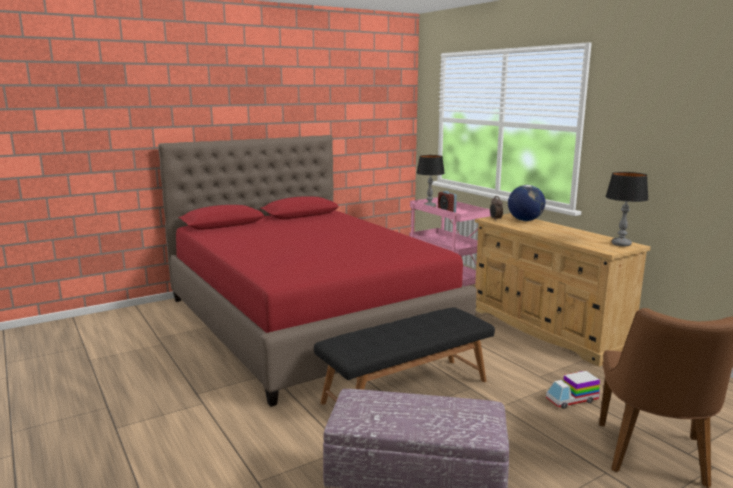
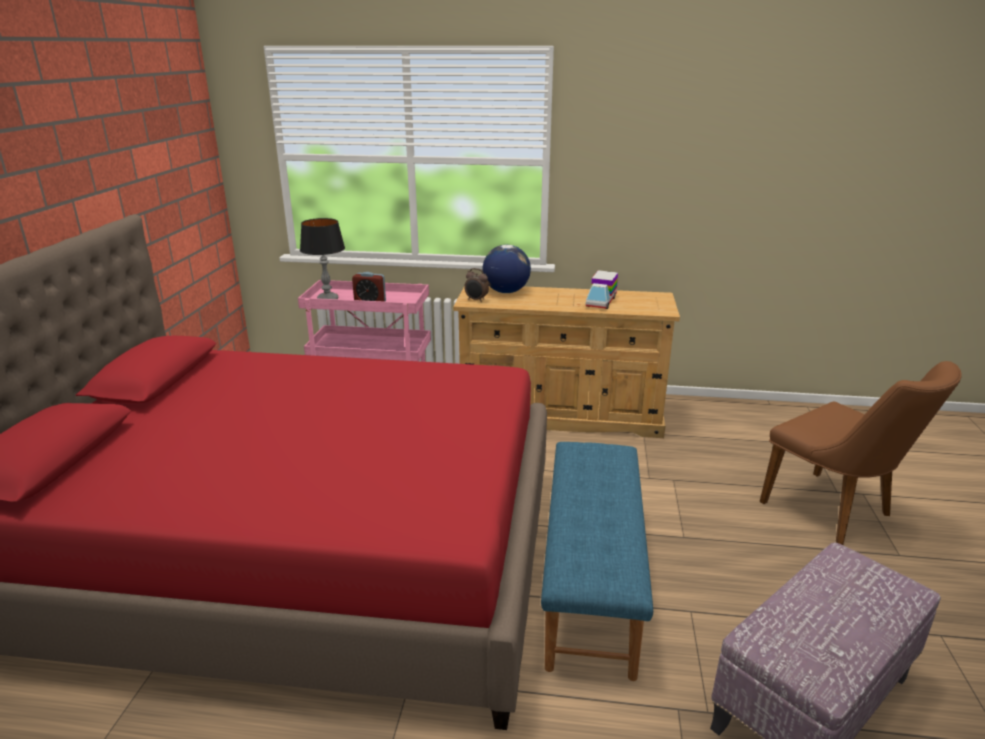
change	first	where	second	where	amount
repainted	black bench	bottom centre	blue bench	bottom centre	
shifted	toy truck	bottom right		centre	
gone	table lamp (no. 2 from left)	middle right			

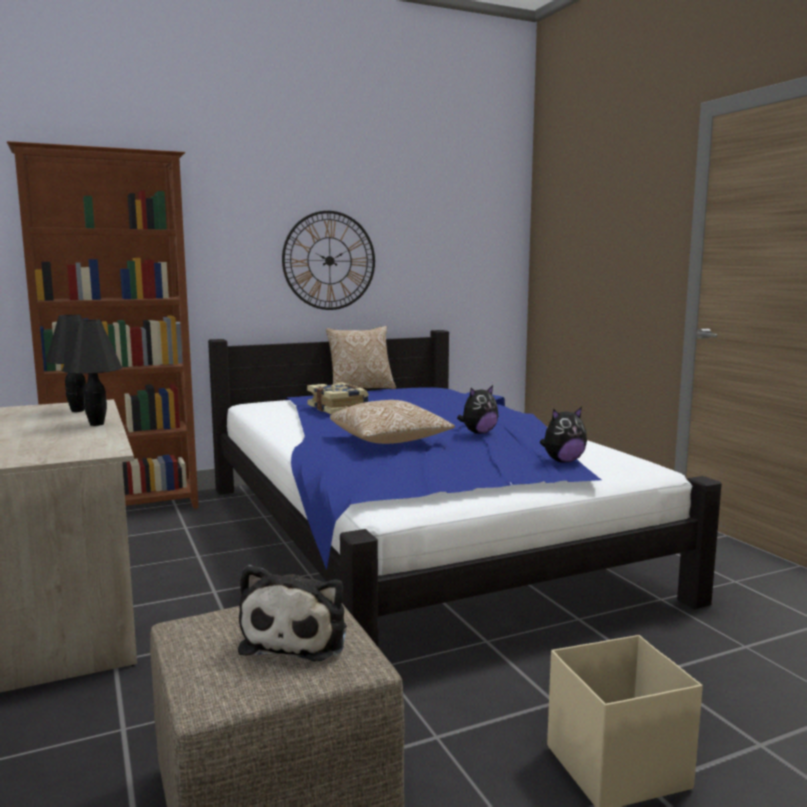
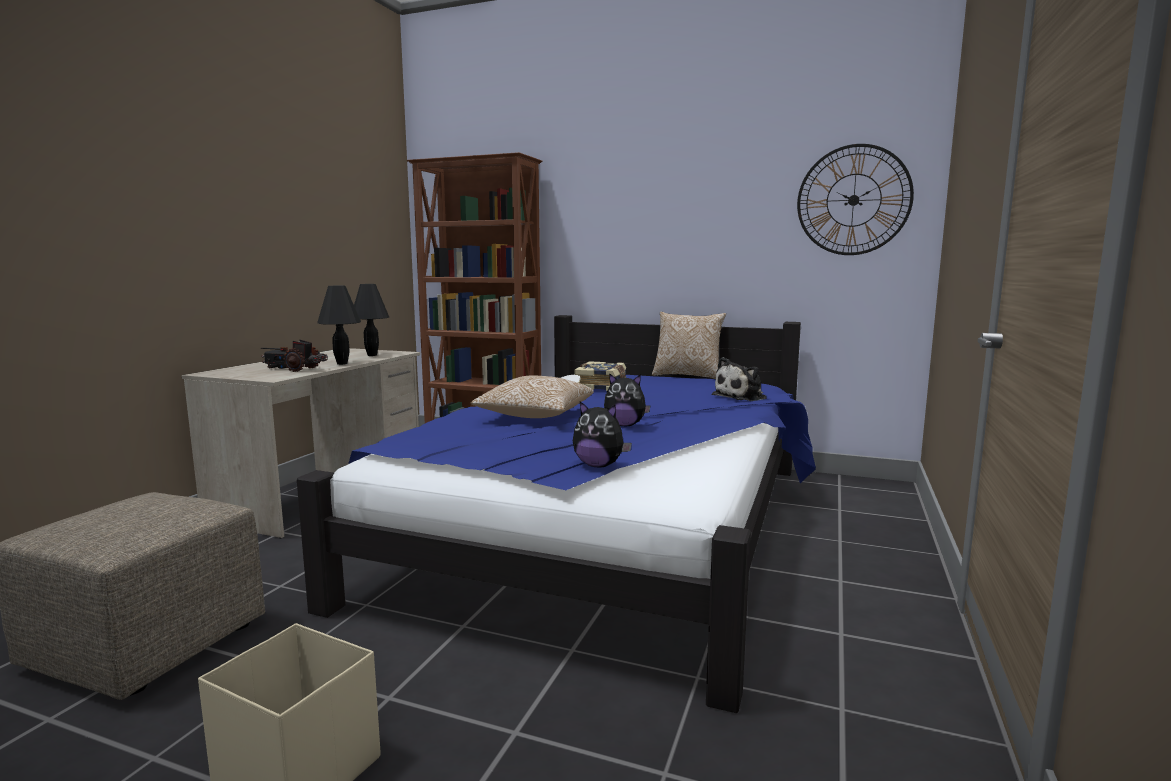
change	first	where	second	where	amount
new			toy truck	middle left	
shifted	plush toy (no. 1 from left in the first image)	bottom centre	plush toy (no. 3 from left)	centre	
shifted	wall clock	top centre		top right	

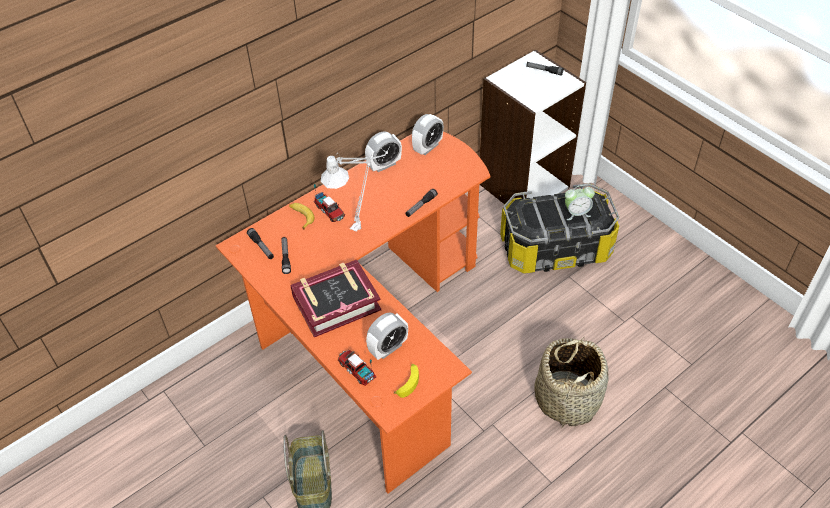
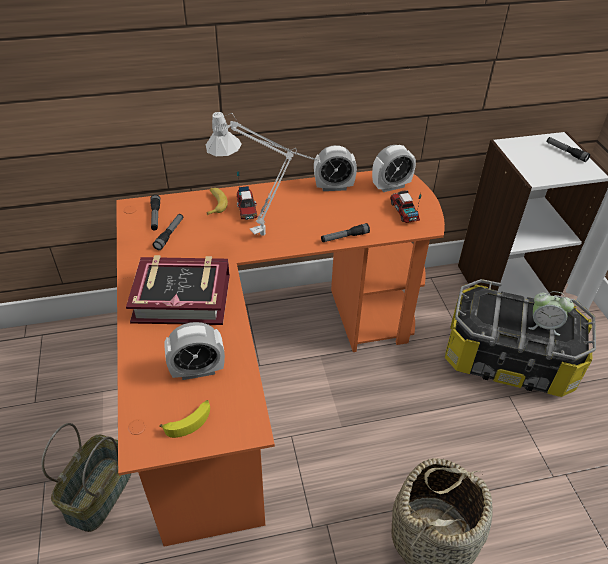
change	first	where	second	where	amount
shifted	toy truck (no. 2 from left)	bottom centre		middle right	

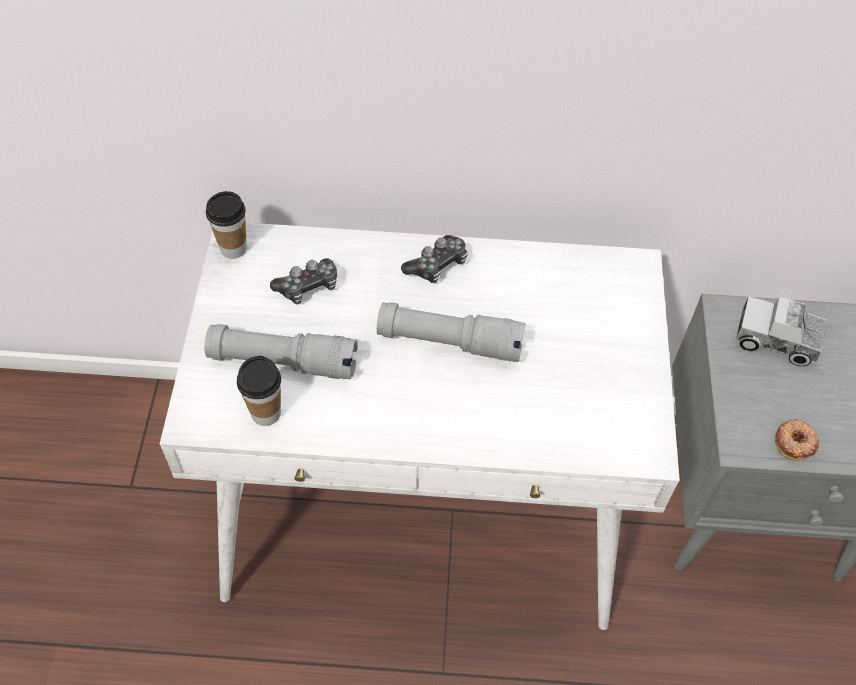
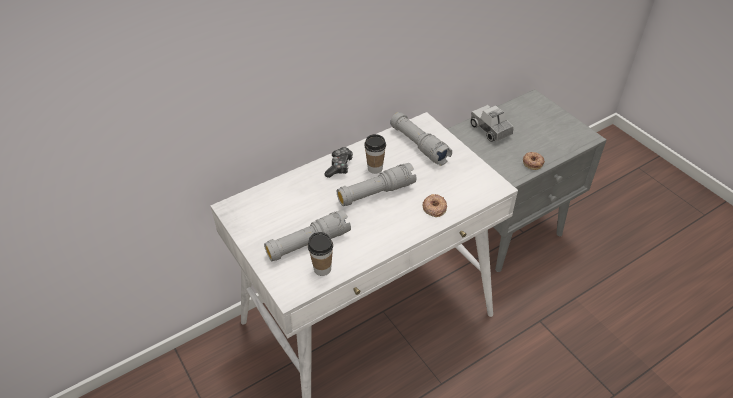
change	first	where	second	where	amount
shifted	cup (no. 1 from left in the first image)	top left	cup (no. 2 from left)	centre	
new			grey flashlight (no. 3 from left)	centre	
new			donut (no. 1 from left)	centre	
rotated	toy truck	middle right		top right	75 degrees clockwise
gone	game controller (no. 1 from left)	centre			

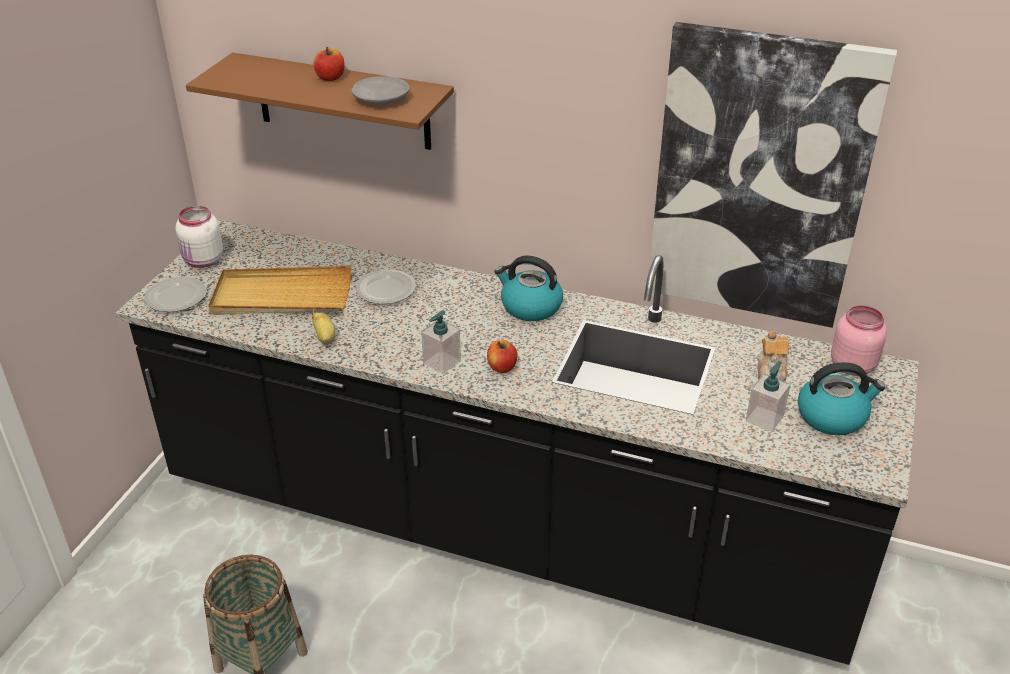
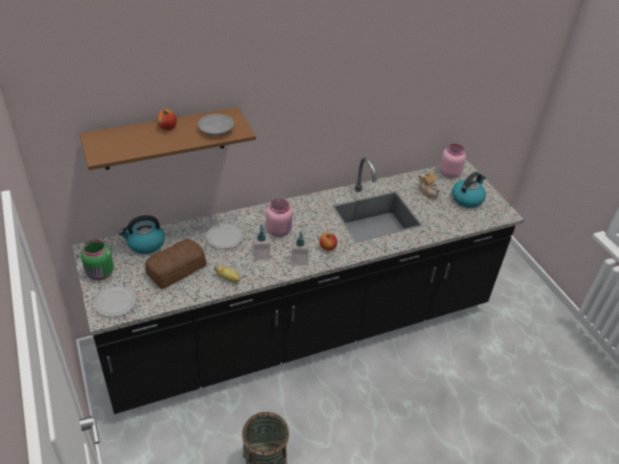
change	first	where	second	where	amount
repainted	white jar	middle left	green jar	middle left	
shifted	kettle (no. 1 from left)	centre		middle left	
swapped	beige tray	middle left	bread	middle left	
shifted	soap dispenser (no. 2 from left in the first image)	middle right	soap dispenser (no. 1 from left)	centre	
new			pink jar (no. 1 from left)	centre	
gone	picture	top right			

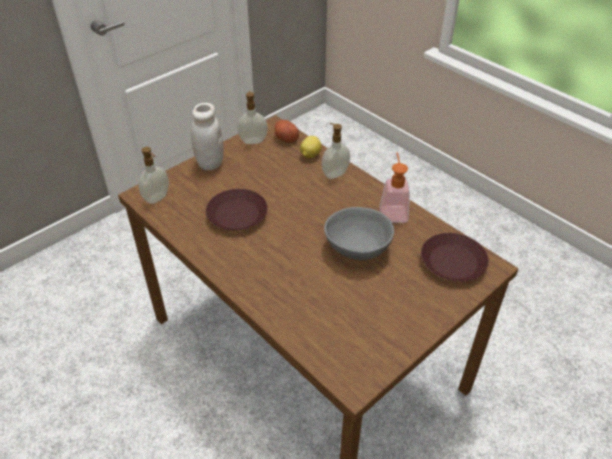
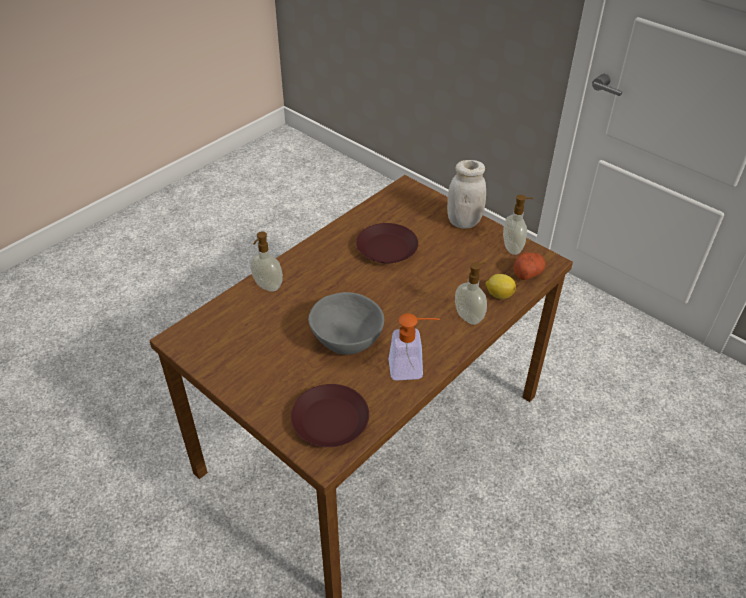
change	first	where	second	where	amount
shifted	soap dispenser (no. 1 from left)	middle left		centre	

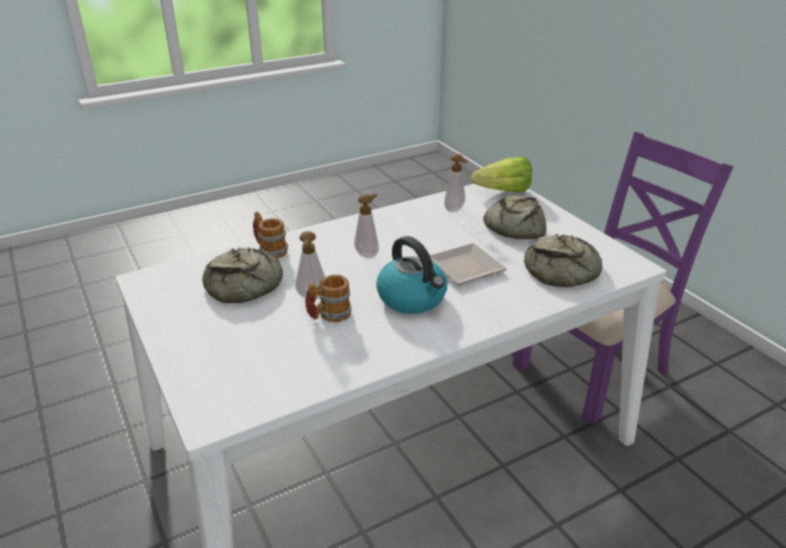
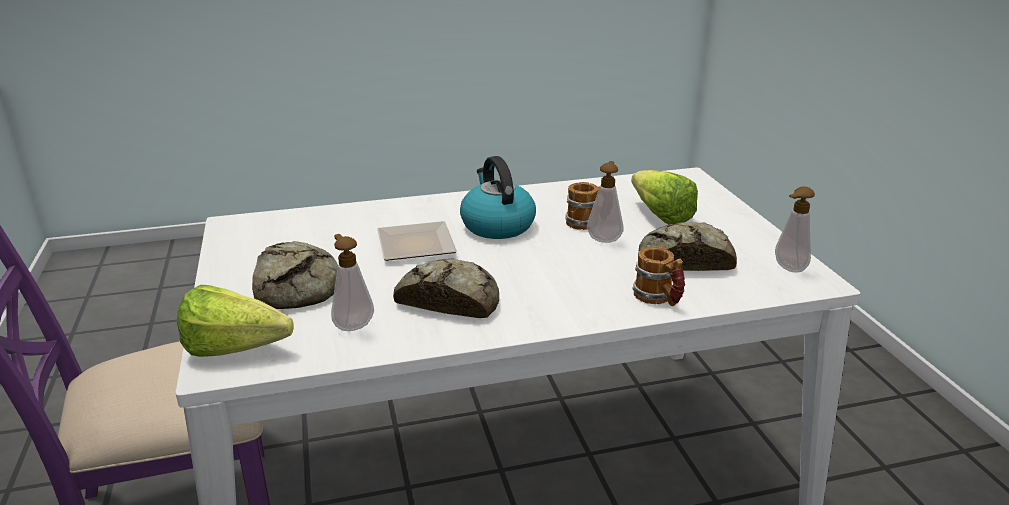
change	first	where	second	where	amount
shifted	bread (no. 3 from left in the first image)	middle right	bread (no. 2 from left)	centre	
new			lettuce (no. 2 from left)	centre	
shifted	soap dispenser (no. 2 from left in the first image)	centre	soap dispenser (no. 3 from left)	middle right	

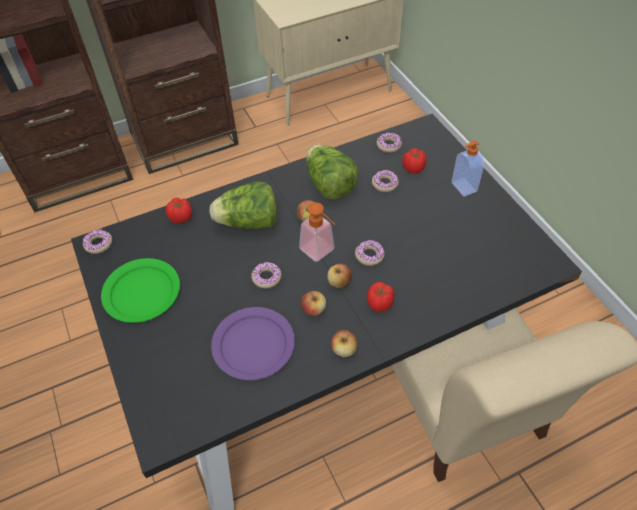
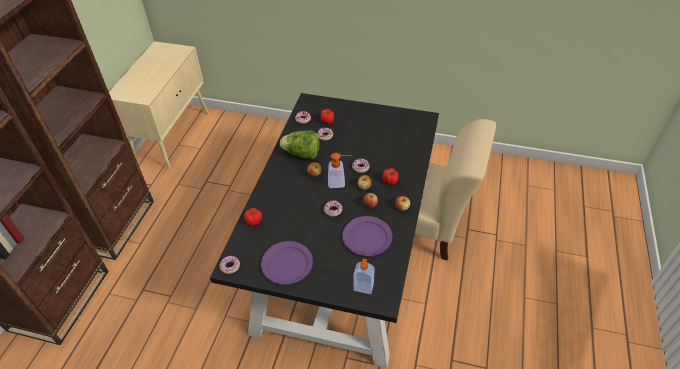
change	first	where	second	where	amount
repainted	green plate	middle left	purple plate (no. 1 from left)	bottom centre	
shifted	soap dispenser (no. 2 from left)	top right		bottom centre	
gone	lettuce (no. 1 from left)	centre			

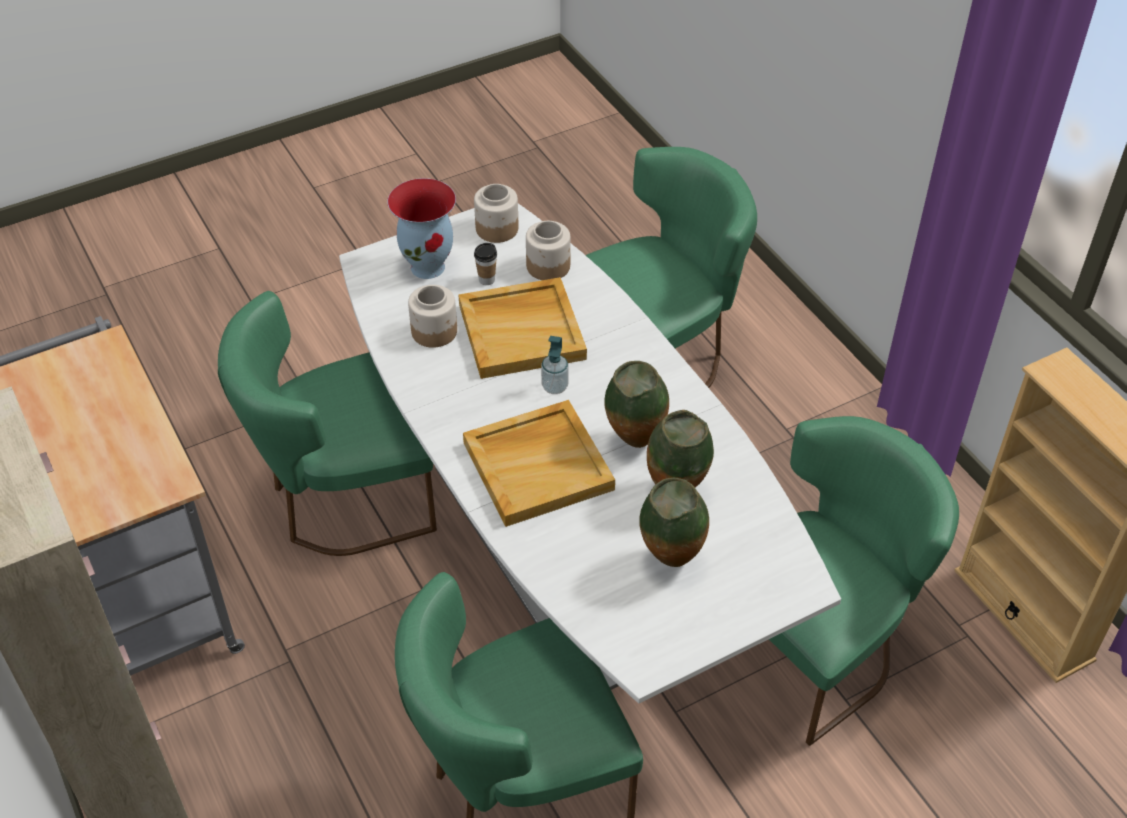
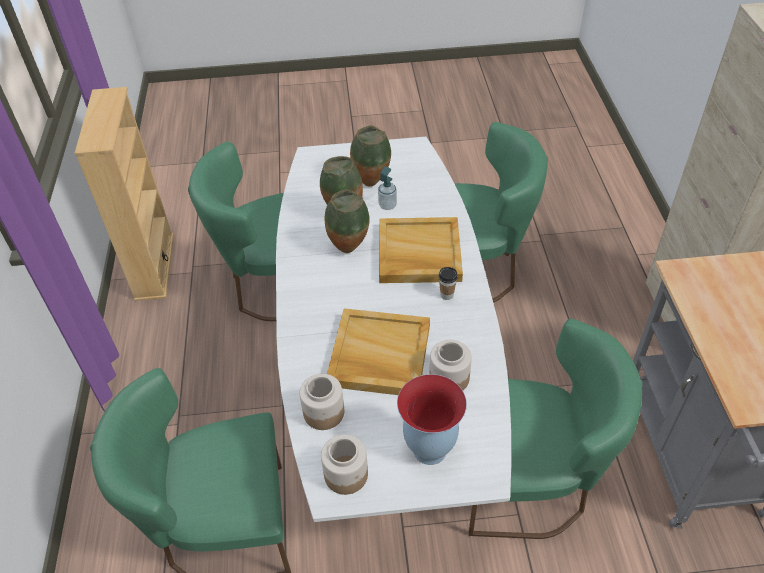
change	first	where	second	where	amount
shifted	soap dispenser	centre		top centre	
shifted	cup	top centre		centre	

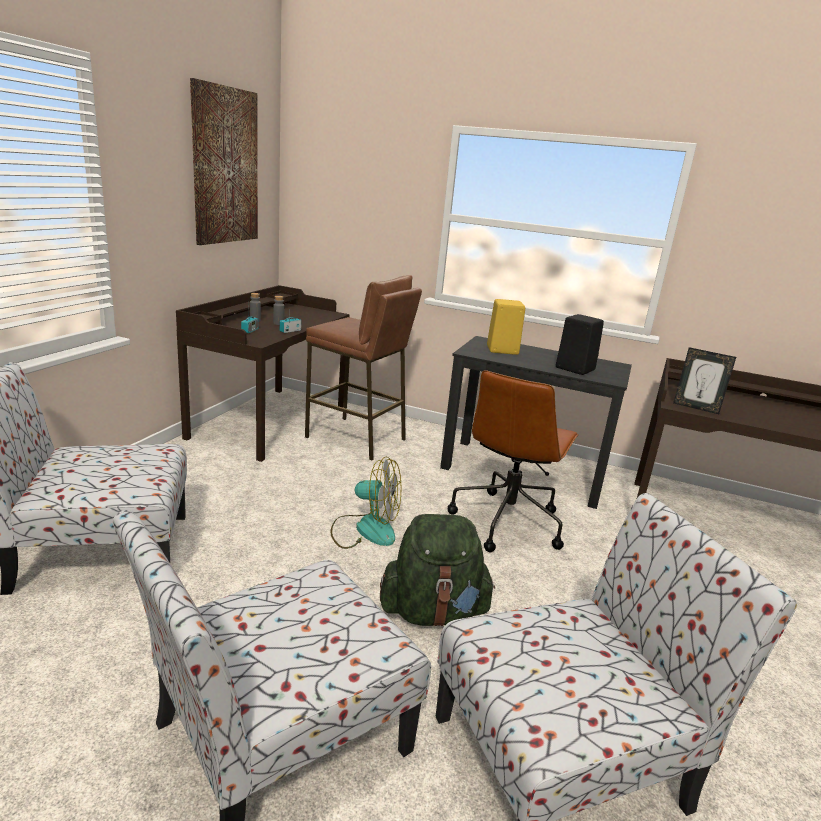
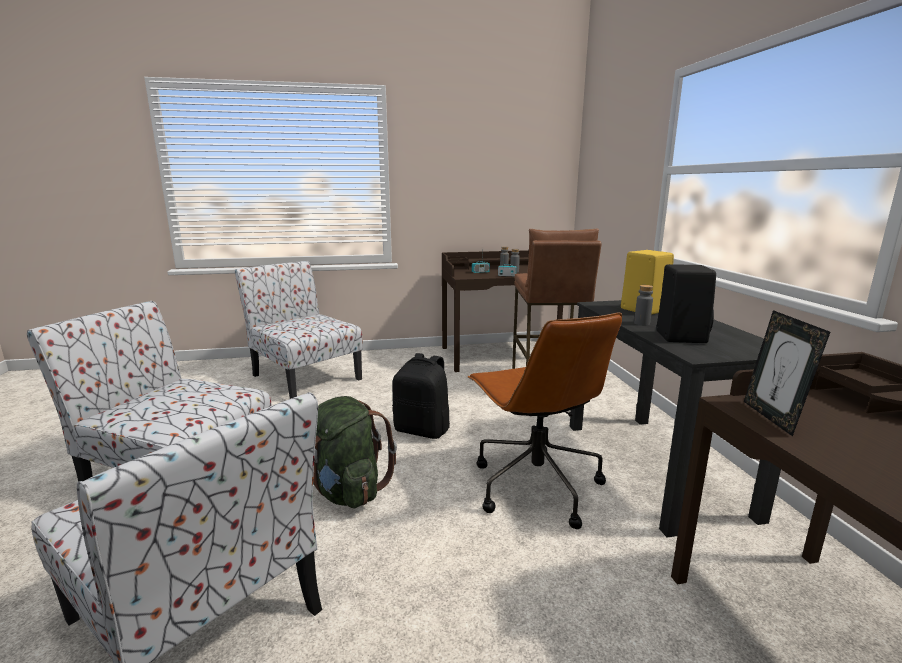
change	first	where	second	where	amount
swapped	fan	centre	black backpack	centre	
rotated	brown office chair	centre		centre	105 degrees counterclockwise
new			grey bottle (no. 3 from left)	middle right	
gone	picture	top left			

